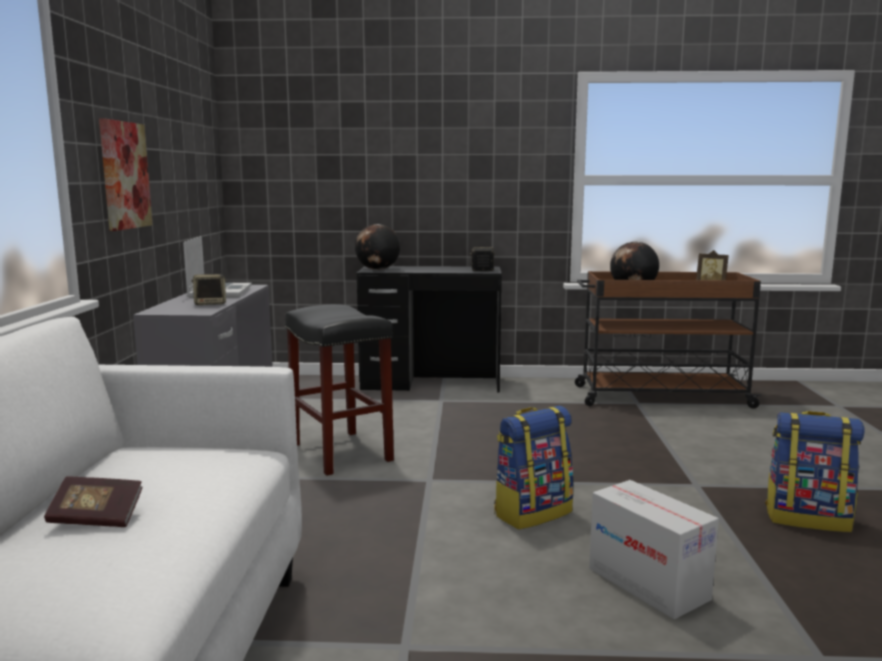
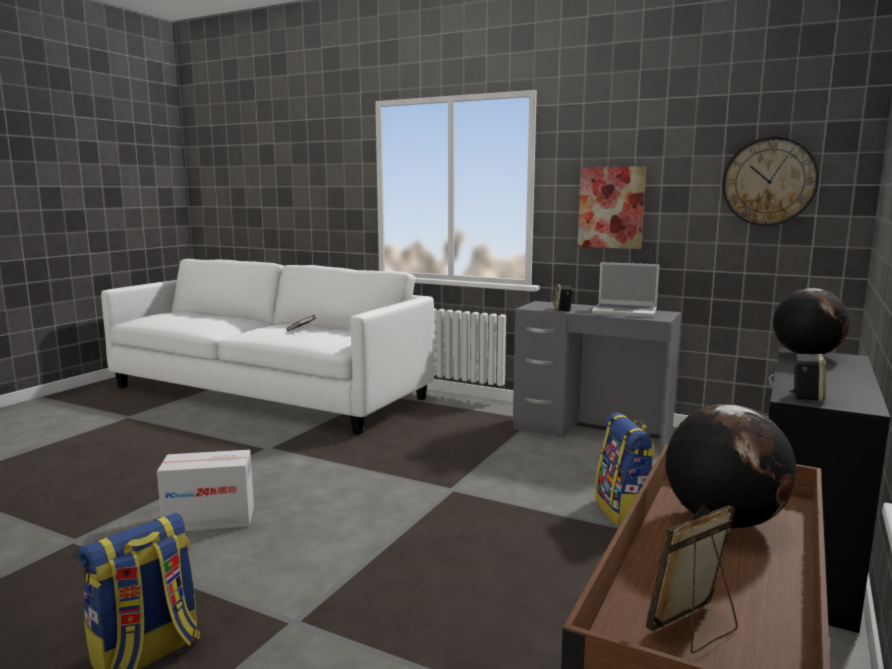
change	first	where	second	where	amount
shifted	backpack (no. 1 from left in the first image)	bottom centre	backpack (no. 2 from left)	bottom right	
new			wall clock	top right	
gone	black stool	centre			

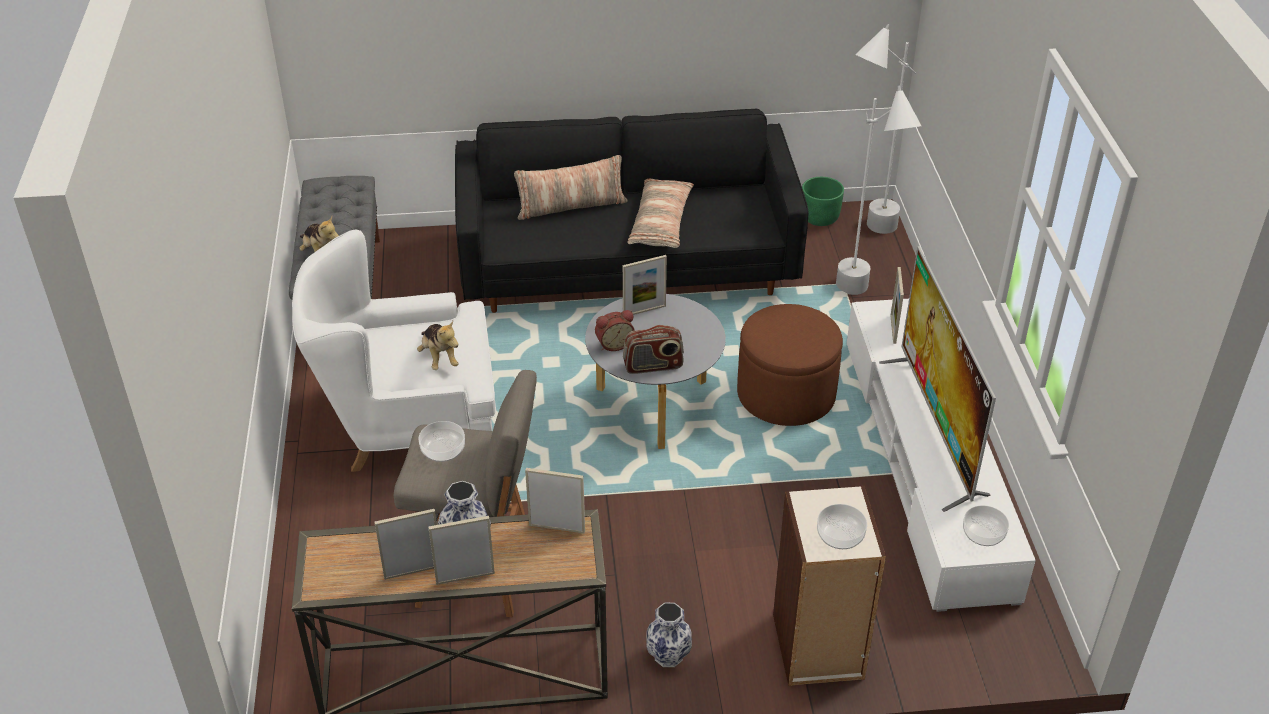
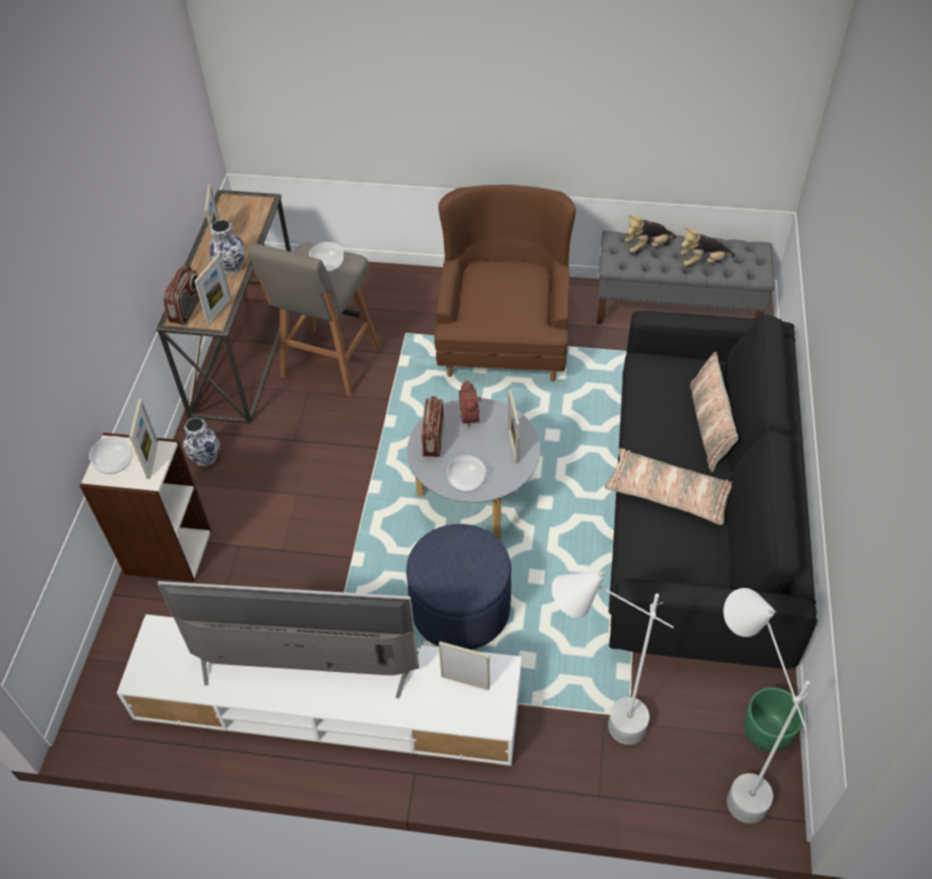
change	first	where	second	where	amount
shifted	picture frame (no. 2 from left in the first image)	bottom centre	picture frame (no. 1 from left)	middle left	
new			radio (no. 1 from left)	middle left	
repainted	brown ottoman	centre	blue ottoman	bottom centre	
repainted	white armchair	middle left	brown armchair	top centre	
shifted	bowl (no. 3 from left)	bottom right		centre	
shifted	plush toy (no. 2 from left)	centre		top right	

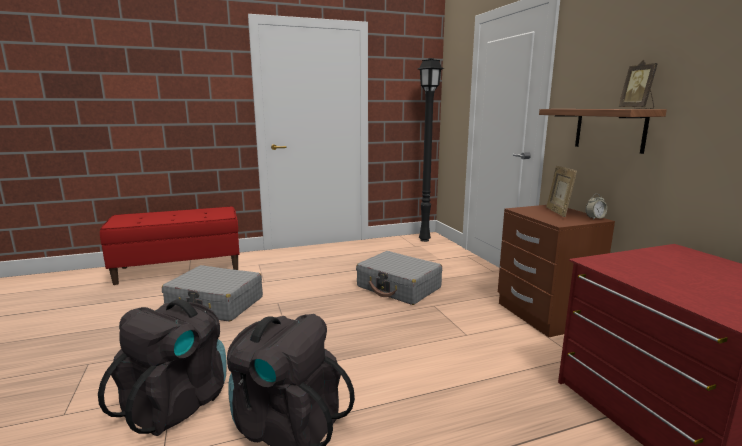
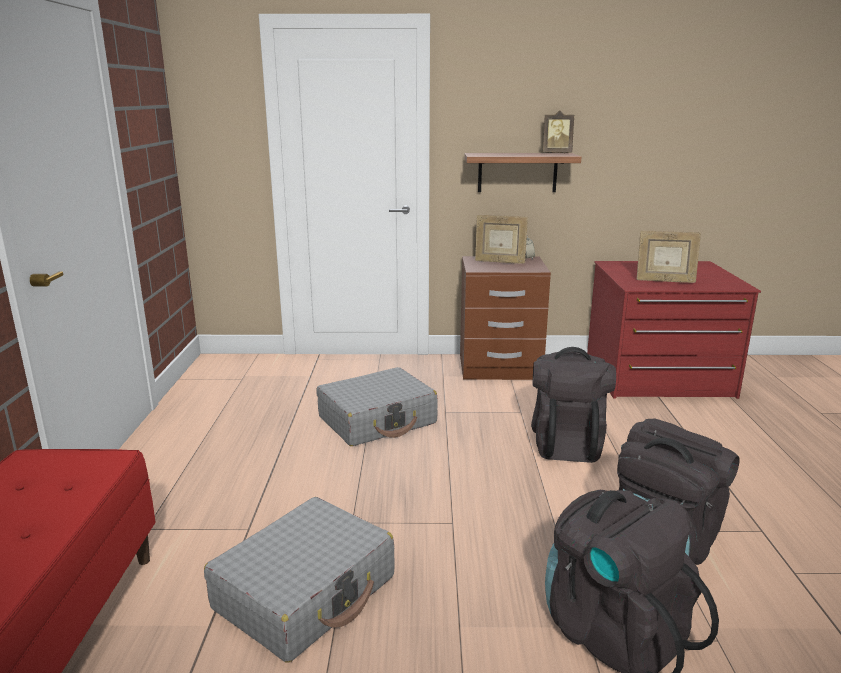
change	first	where	second	where	amount
new			black backpack (no. 1 from left)	middle right	
new			picture frame (no. 3 from left)	middle right	
gone	black floor lamp	centre			

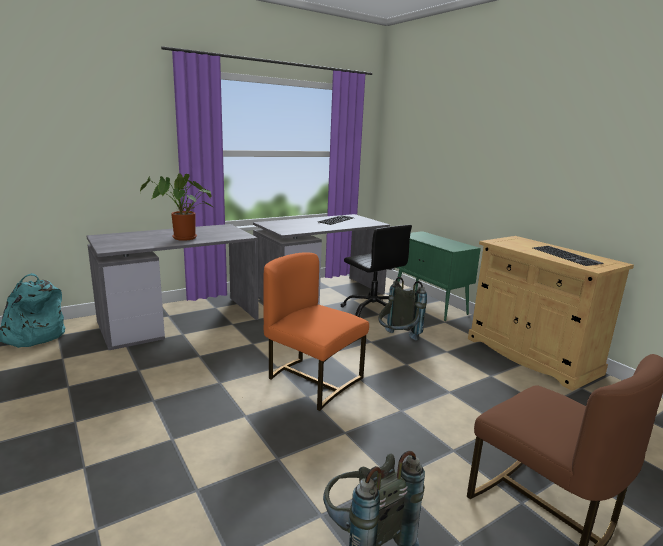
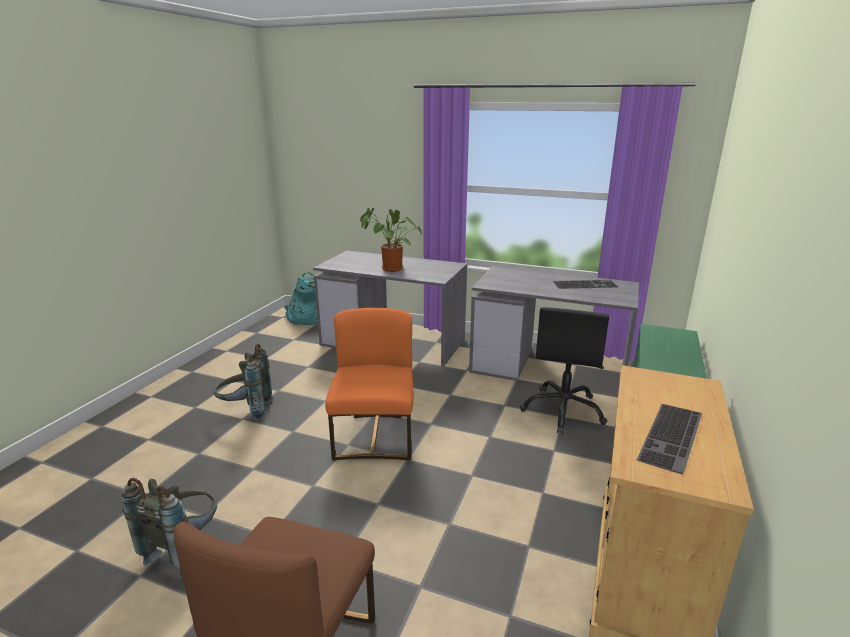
change	first	where	second	where	amount
shifted	grey backpack (no. 2 from left)	centre		middle left	

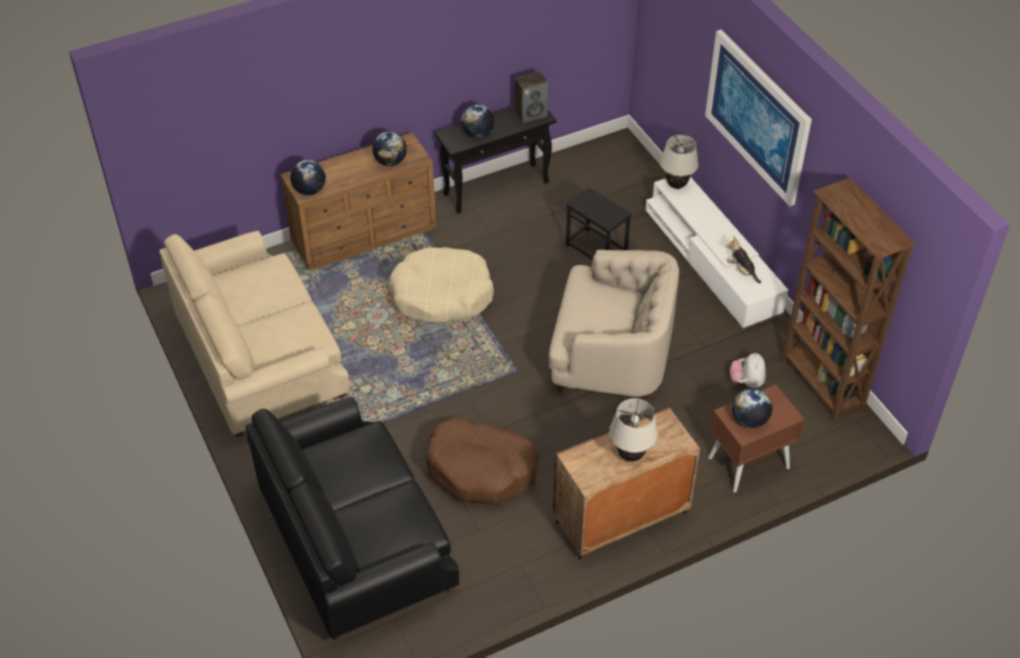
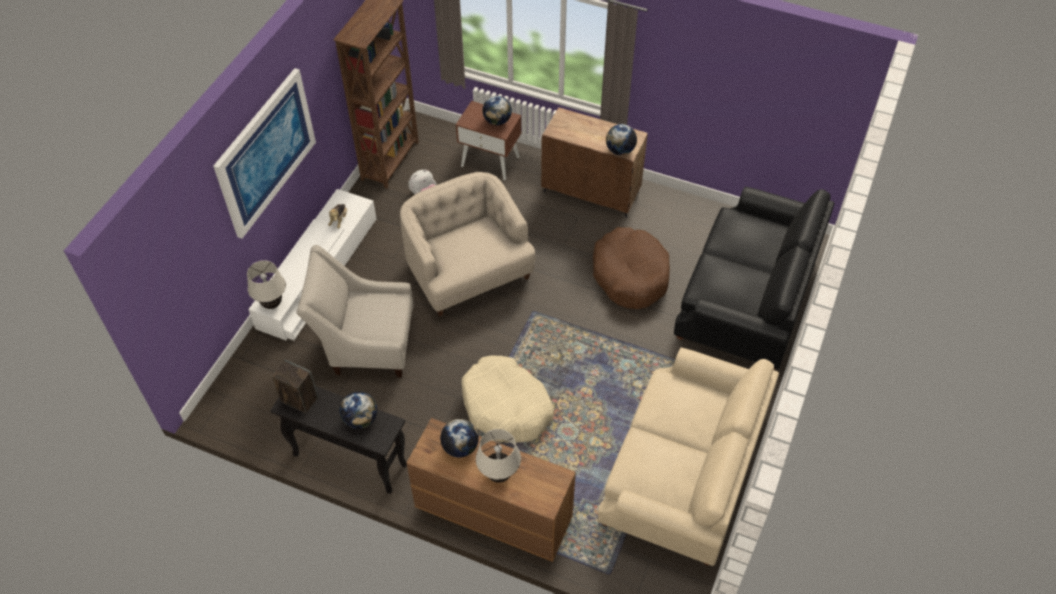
change	first	where	second	where	amount
swapped	black side table	centre	beige armchair (no. 1 from left)	centre	
shifted	beige table lamp (no. 1 from left in the first image)	centre	beige table lamp (no. 2 from left)	bottom centre	
shifted	globe (no. 1 from left in the first image)	top left	globe (no. 4 from left)	top centre	

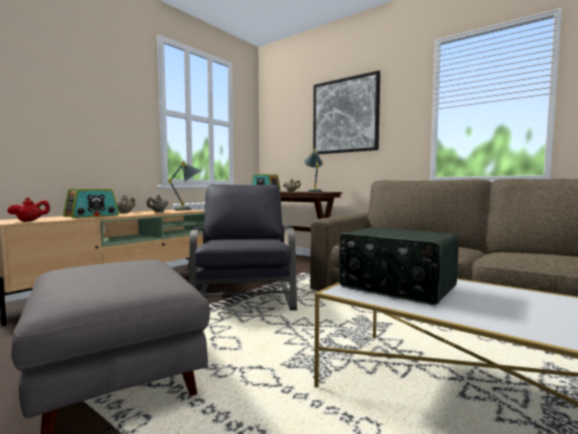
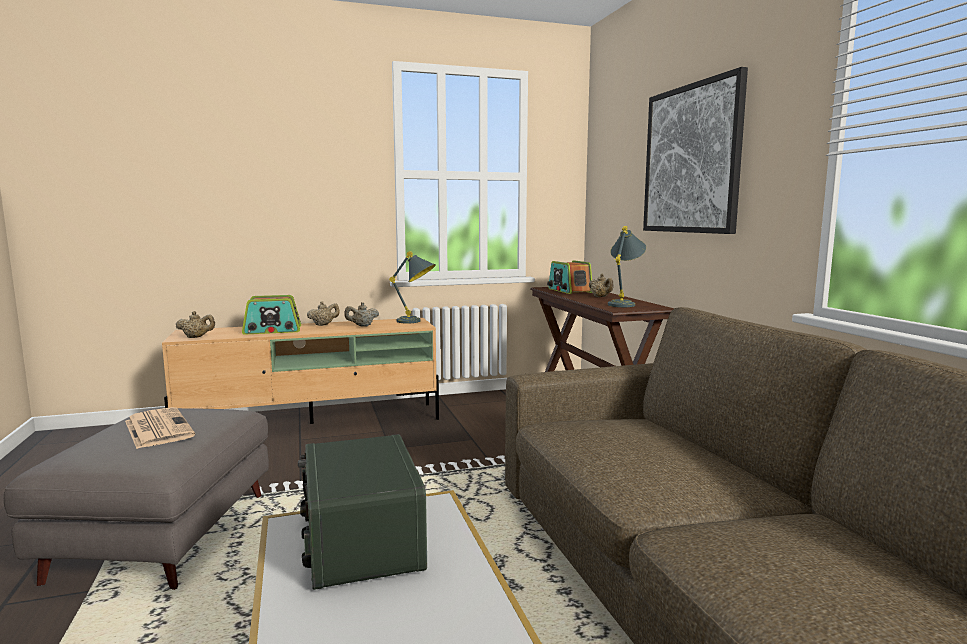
change	first	where	second	where	amount
new			newspaper	middle left	
repainted	red teapot	middle left	beige teapot (no. 1 from left)	middle left	
gone	grey armchair	centre			

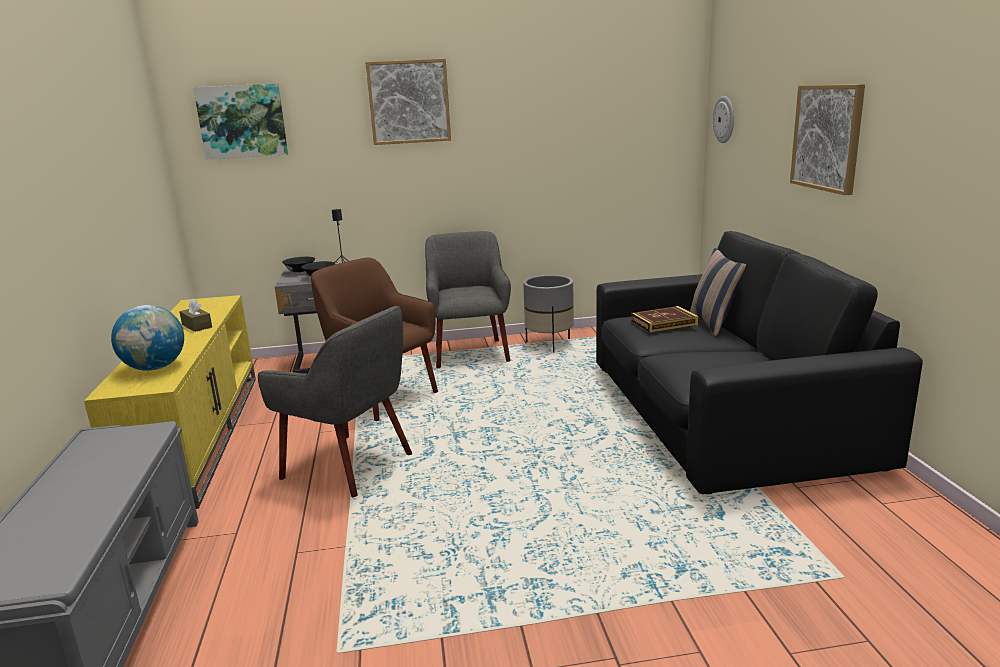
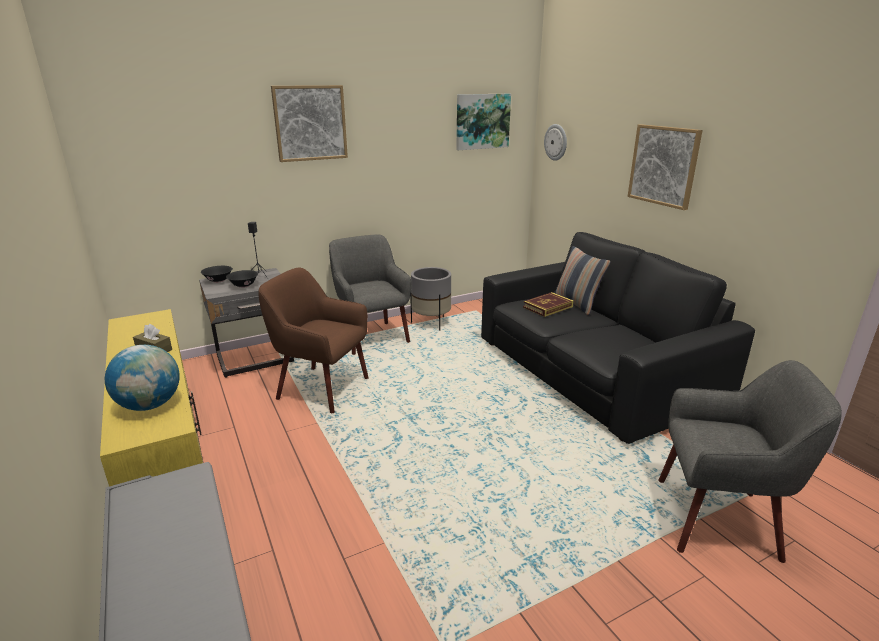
change	first	where	second	where	amount
shifted	picture (no. 1 from left in the first image)	top left	picture (no. 2 from left)	top centre	
shifted	grey armchair (no. 1 from left in the first image)	centre	grey armchair (no. 2 from left)	bottom right	

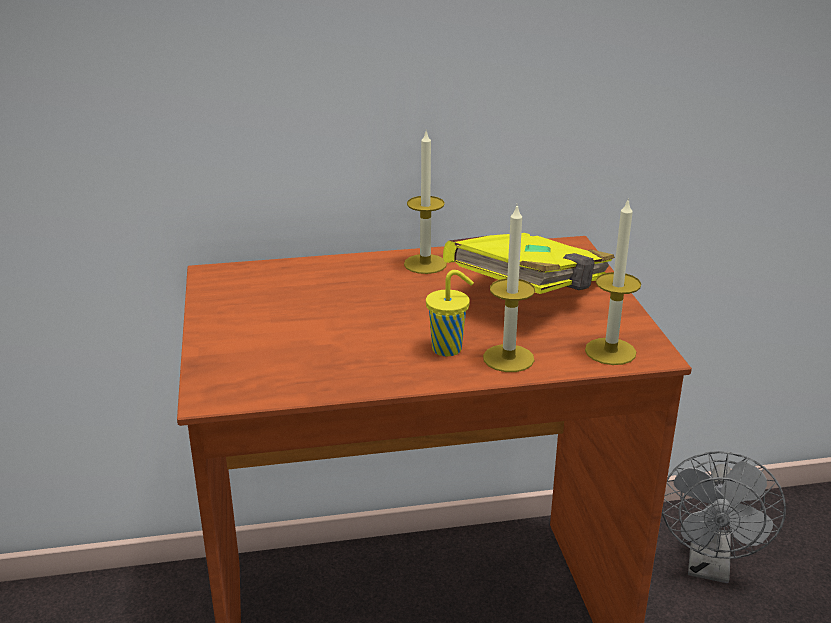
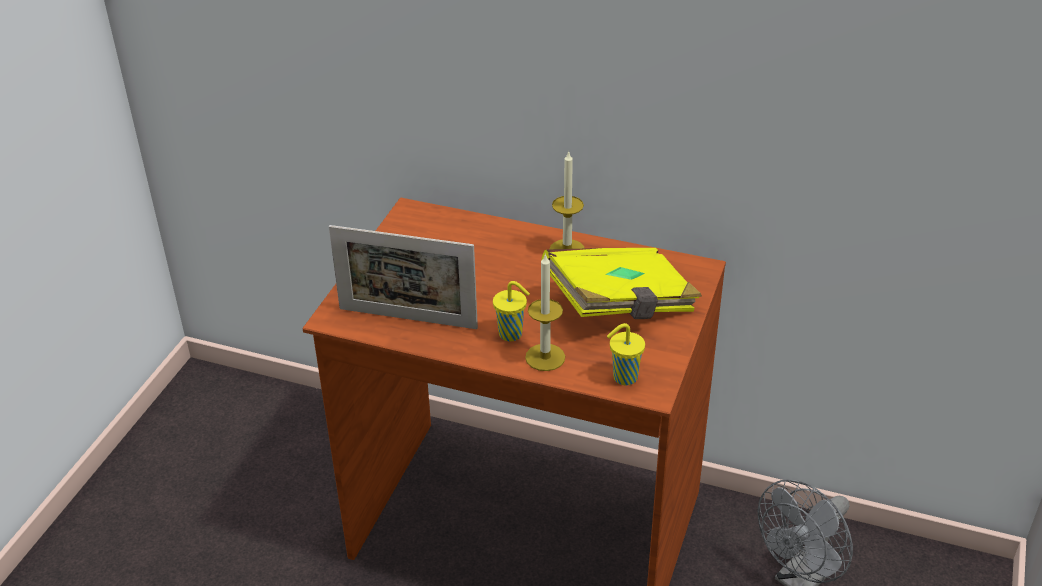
change	first	where	second	where	amount
new			picture frame	centre	
swapped	candle (no. 3 from left)	middle right	yellow cup (no. 2 from left)	centre	

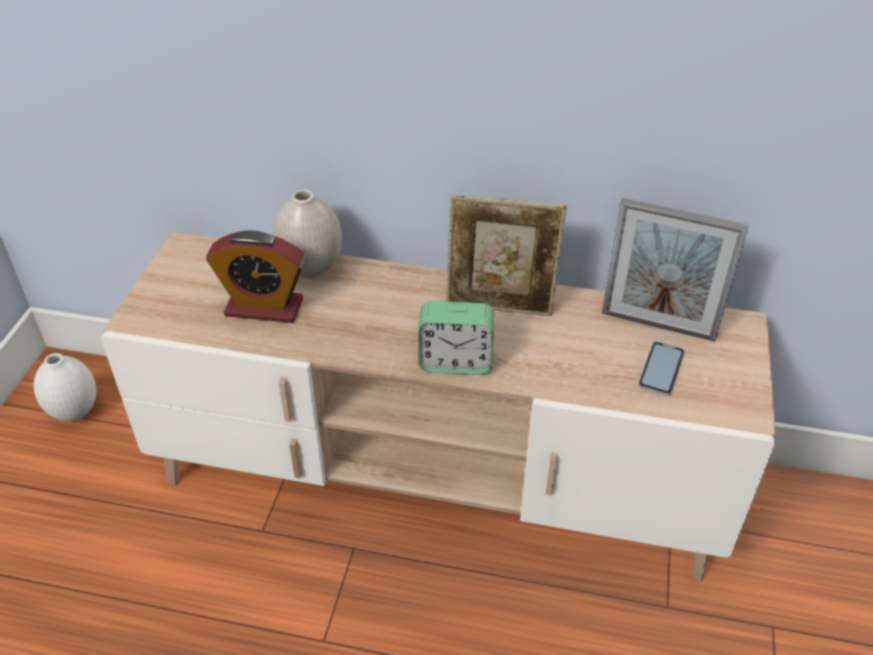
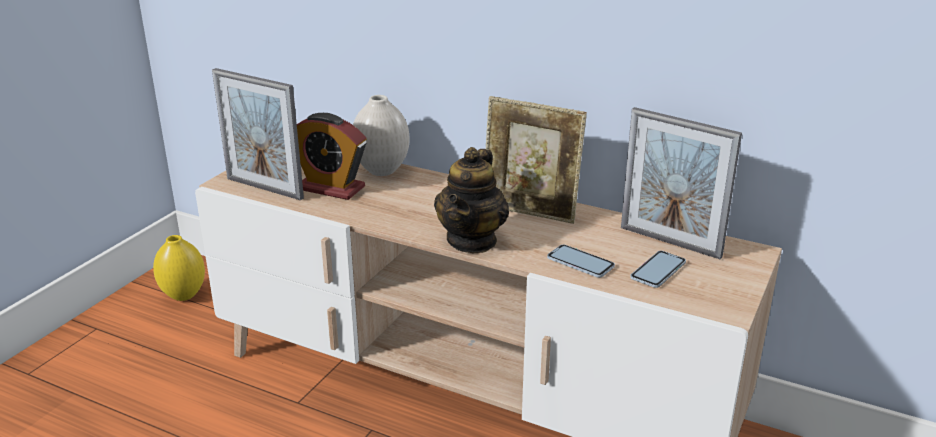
change	first	where	second	where	amount
repainted	white vase (no. 1 from left)	middle left	yellow vase	middle left	
new			picture frame (no. 1 from left)	top left	
swapped	alarm clock (no. 2 from left)	centre	teapot	centre	
new			phone (no. 1 from left)	centre	

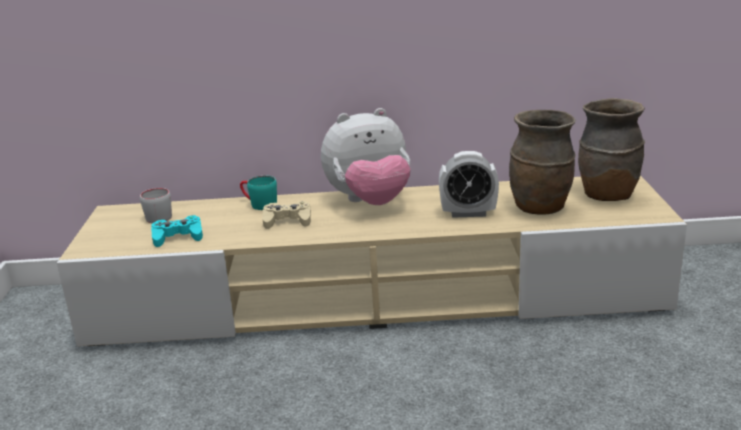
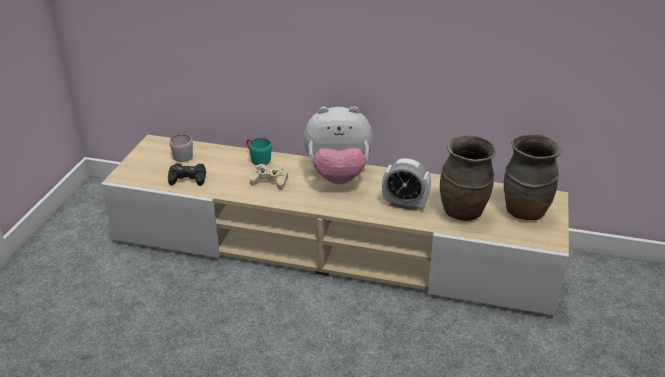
change	first	where	second	where	amount
repainted	turquoise game controller	middle left	black game controller	middle left	

